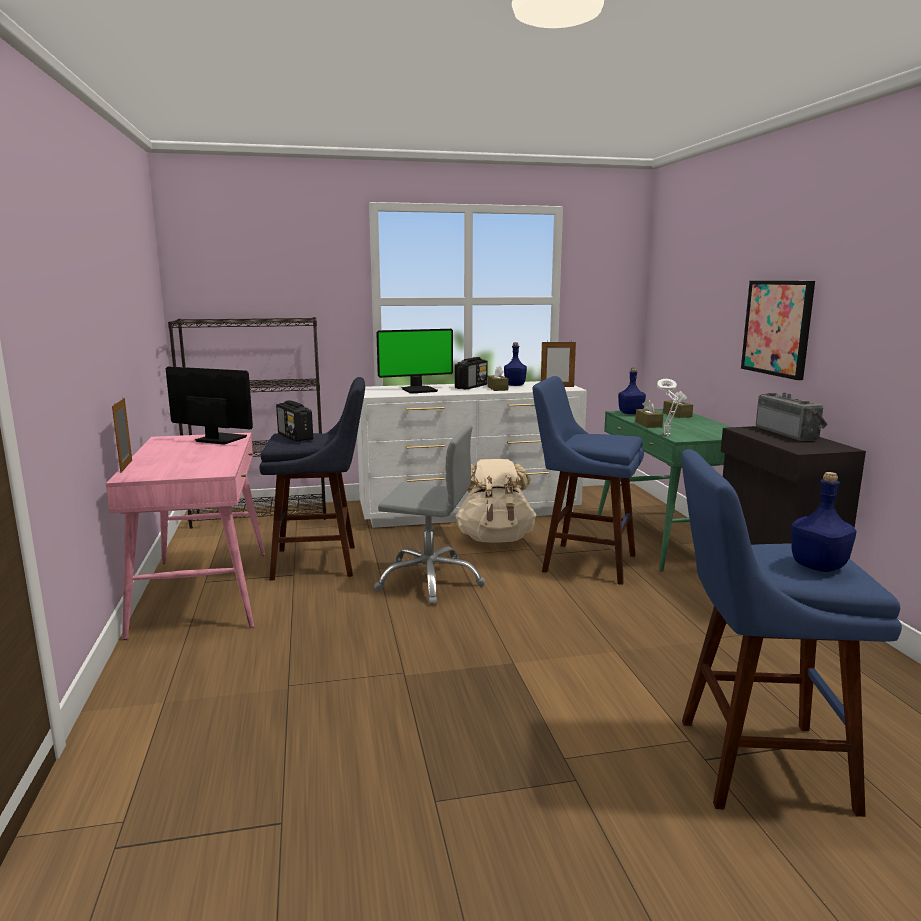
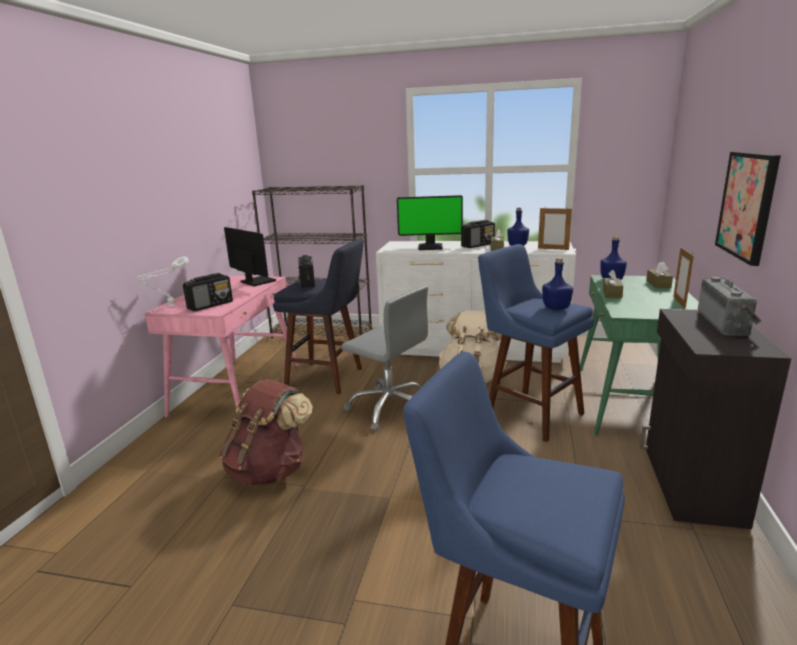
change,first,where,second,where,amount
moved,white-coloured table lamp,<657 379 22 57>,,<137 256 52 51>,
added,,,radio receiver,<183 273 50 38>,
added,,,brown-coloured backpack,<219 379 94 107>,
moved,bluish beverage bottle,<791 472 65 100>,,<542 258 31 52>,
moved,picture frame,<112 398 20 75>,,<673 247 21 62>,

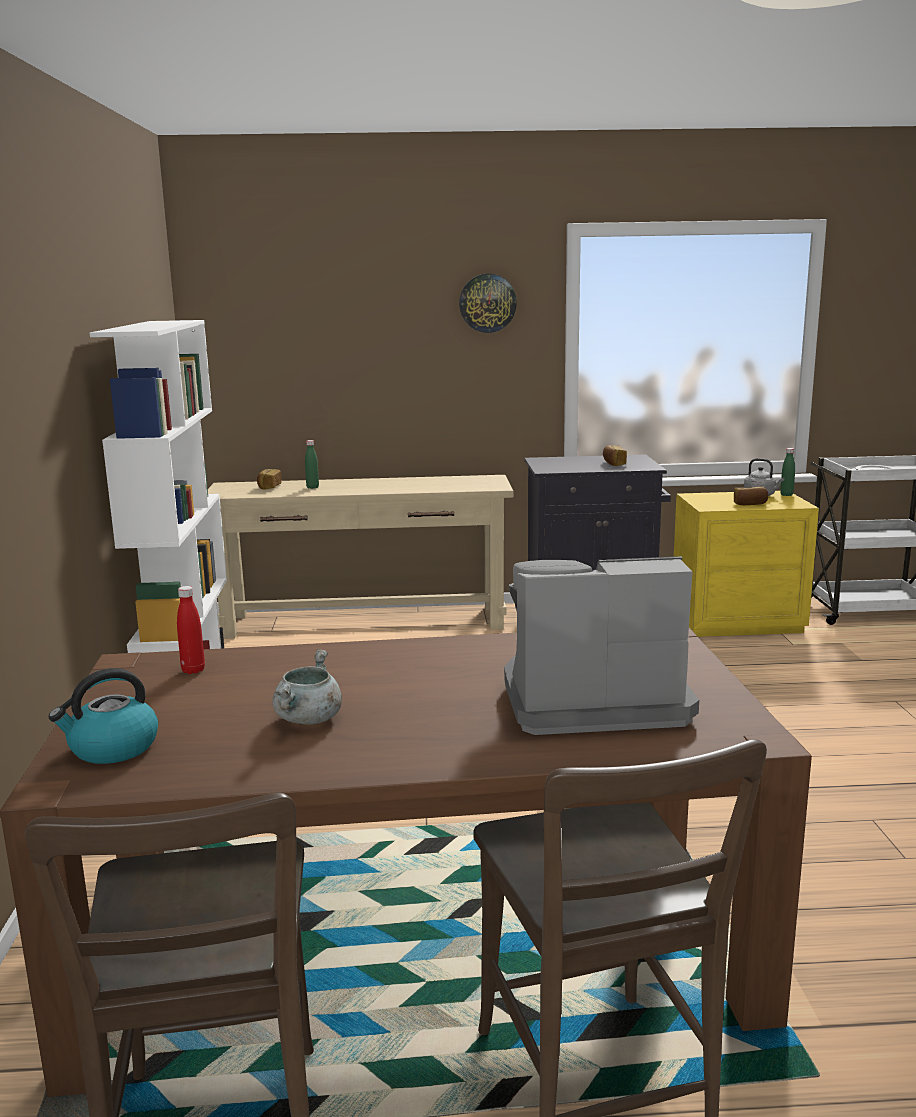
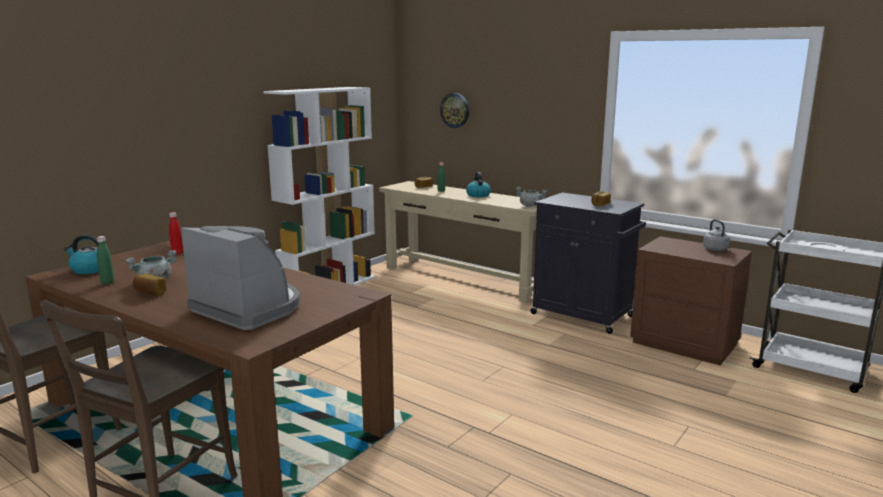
change,first,where,second,where,amount
moved,greenish beverage bottle,<780 448 15 48>,,<97 236 17 48>,
moved,bakery bread,<734 487 34 18>,,<133 273 33 23>,
moved,wall clock,<459 274 58 59>,,<440 93 29 35>,
added,,,water kettle,<466 172 25 25>,
added,,,greyish cooking pot,<516 187 31 20>,
recoloured,yellowish bedside table,<674 491 145 146>,brown-coloured bedside table,<630 236 122 130>,

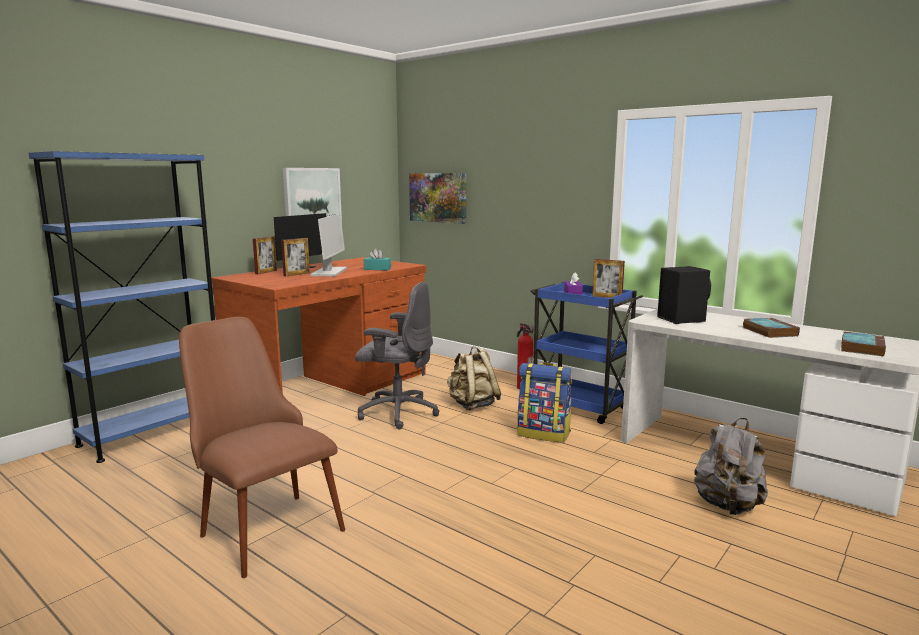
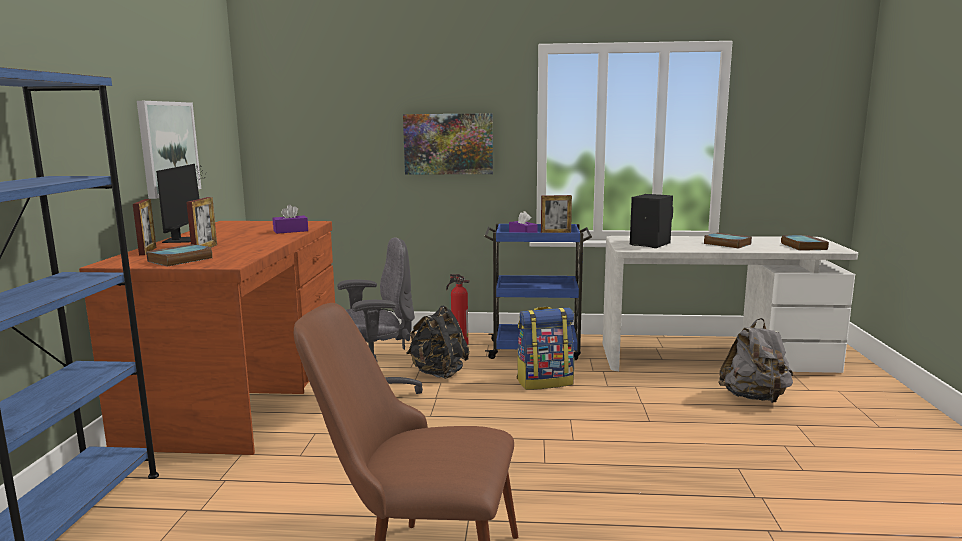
change,first,where,second,where,amount
added,,,volume,<146 244 66 23>,
recoloured,blue-green tissue holder,<364 248 27 22>,purple tissue holder,<273 204 35 30>,
moved,wall picture,<409 173 57 51>,,<403 113 90 61>,
recoloured,beige backpack,<447 347 54 63>,black-coloured backpack,<406 305 64 74>,
removed,monitor,<310 214 37 62>,,,

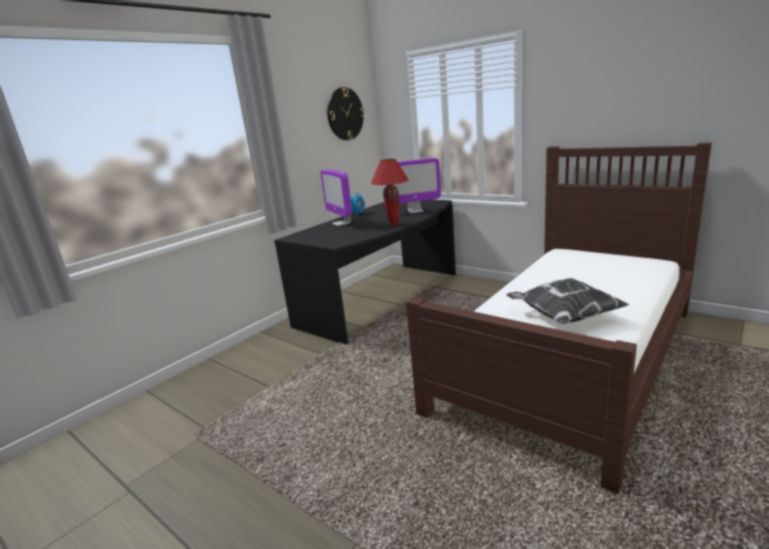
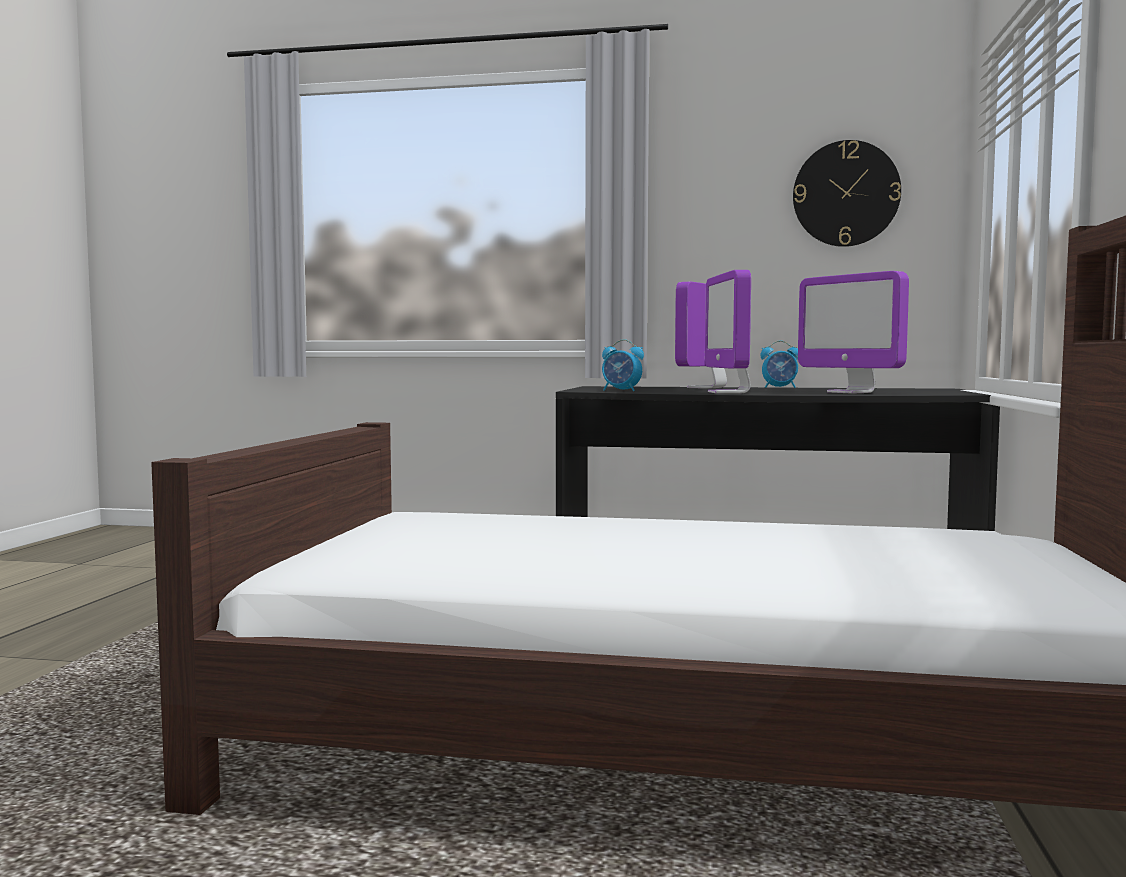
change,first,where,second,where,amount
added,,,bedside clock,<602 339 42 52>,
replaced,red table lamp,<371 159 38 67>,monitor,<705 270 46 124>,
removed,cushion,<506 278 123 46>,,,

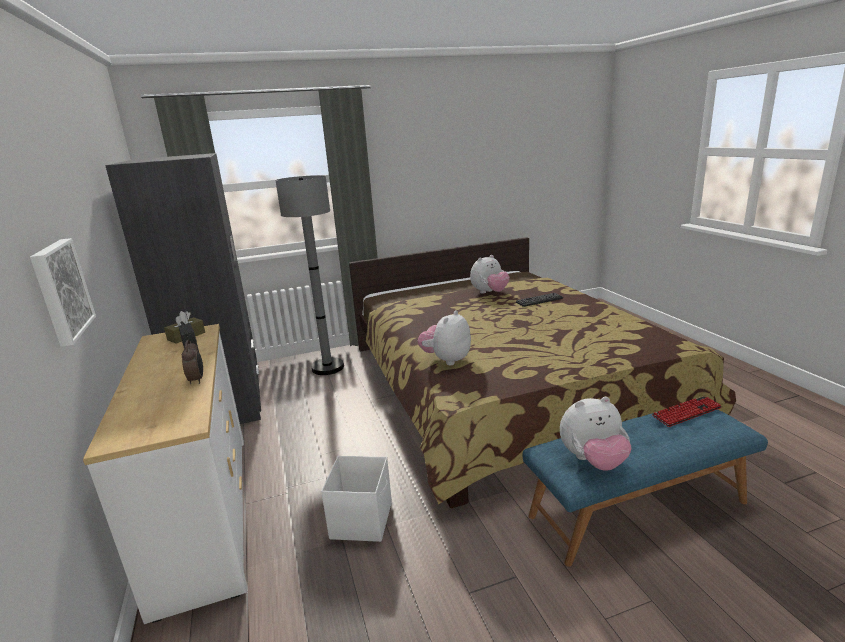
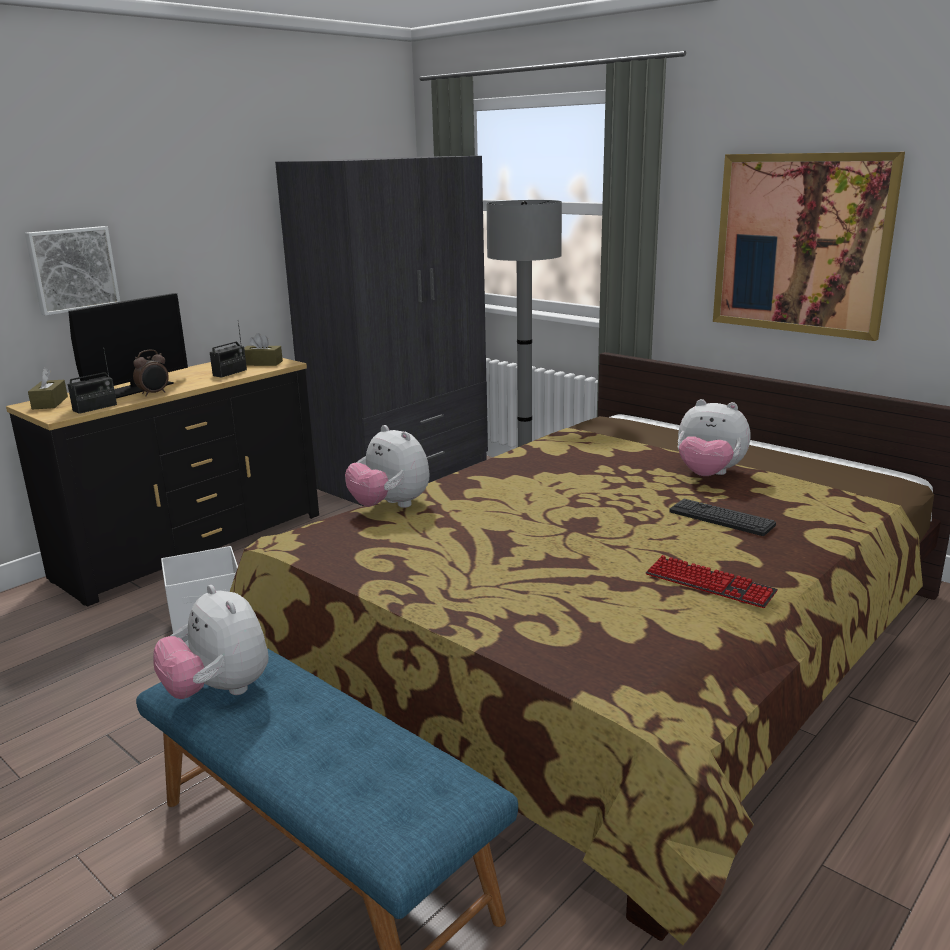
change,first,where,second,where,amount
recoloured,white-coloured drawer chest,<83 324 164 300>,black-coloured drawer chest,<6 358 313 249>,
added,,,brown-coloured tissue holder,<28 368 40 41>,
added,,,monitor,<68 293 120 106>,
added,,,radio receiver,<68 351 49 63>,
turned,cuddly toy,<418 310 53 55>,,<345 425 85 83>,135 degrees counterclockwise
moved,keyboard,<652 396 70 31>,,<646 555 132 53>,
added,,,wall picture,<713 152 192 189>,

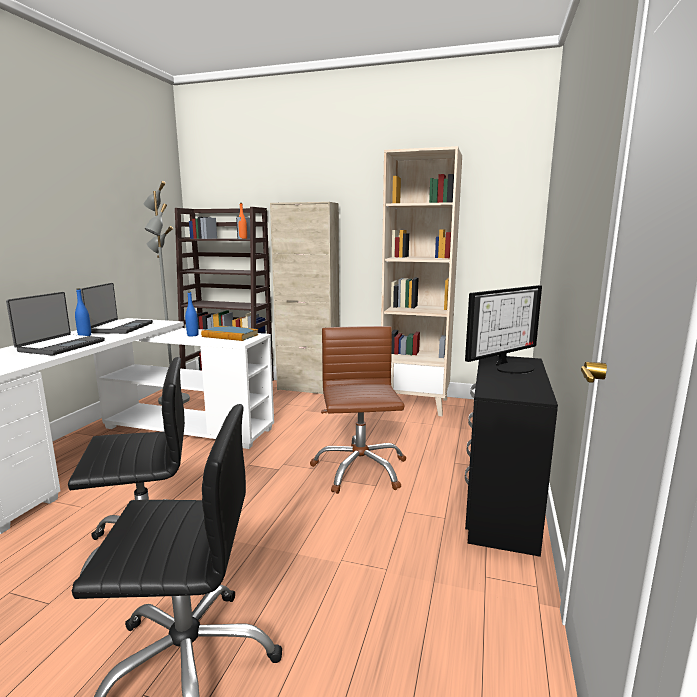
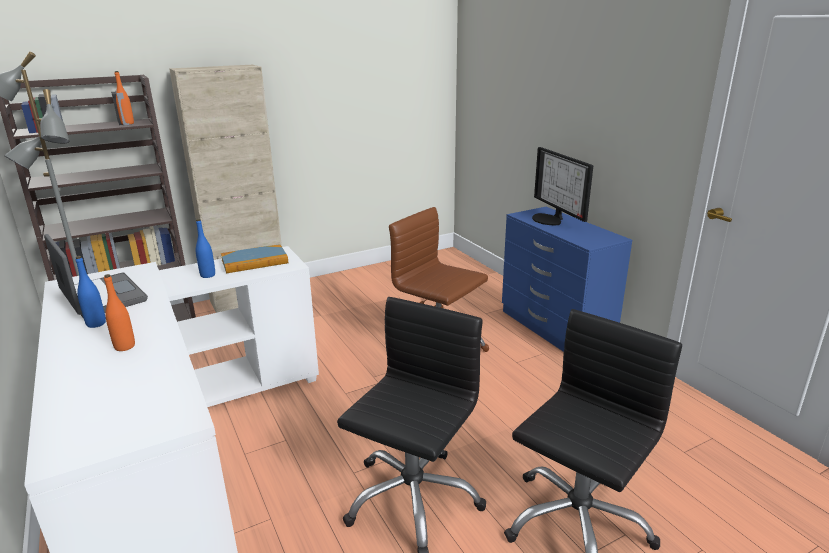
change,first,where,second,where,amount
replaced,notebook computer,<6 292 99 63>,orange beverage bottle,<104 274 31 77>,
recoloured,black-coloured drawer chest,<465 355 93 202>,bluish drawer chest,<502 207 130 145>,
turned,monitor,<465 285 77 89>,,<532 147 61 78>,150 degrees clockwise
removed,beige bookshelf,<381 146 81 270>,,,

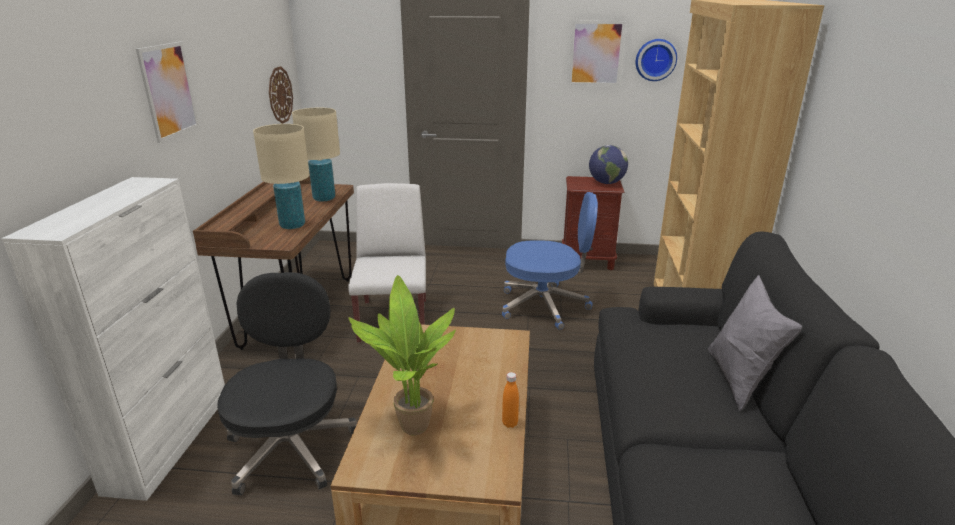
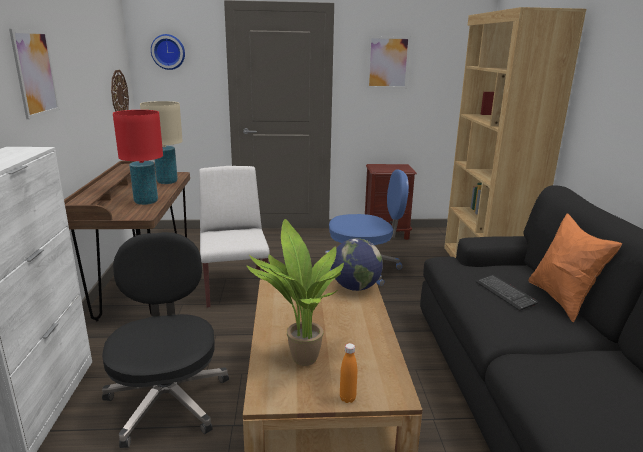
change,first,where,second,where,amount
recoloured,beige table lamp,<253 124 56 105>,red table lamp,<113 110 50 95>,
moved,wall clock,<636 39 41 42>,,<151 34 34 36>,
moved,world globe,<589 145 39 39>,,<331 238 52 53>,
moved,orange beverage bottle,<502 372 17 56>,,<340 343 17 60>,
added,,,keyboard,<475 275 64 36>,
recoloured,greyish cushion,<708 275 94 136>,orange cushion,<528 213 94 109>,

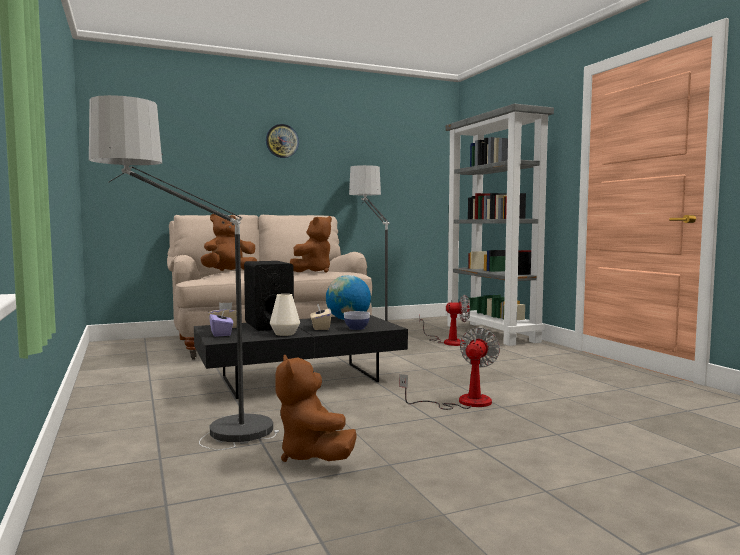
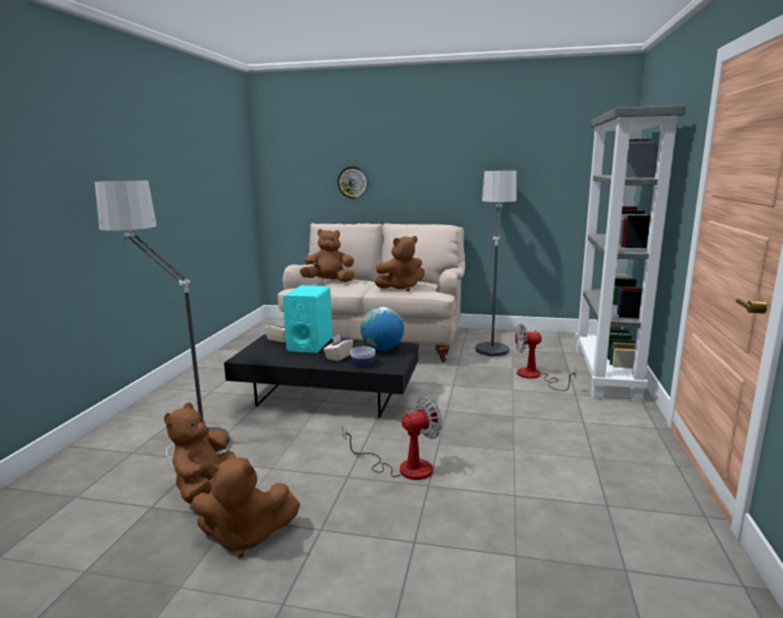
change,first,where,second,where,amount
added,,,brown-coloured cuddly toy,<191 457 109 101>,
recoloured,black-coloured speaker,<244 261 50 70>,blue-green speaker,<283 285 50 68>,
moved,wall clock,<266 124 33 34>,,<337 167 31 32>,
turned,electric fan,<419 295 51 51>,,<515 324 61 67>,150 degrees clockwise
removed,purple tissue holder,<209 309 24 28>,,,
removed,white-coloured vase,<270 294 30 42>,,,

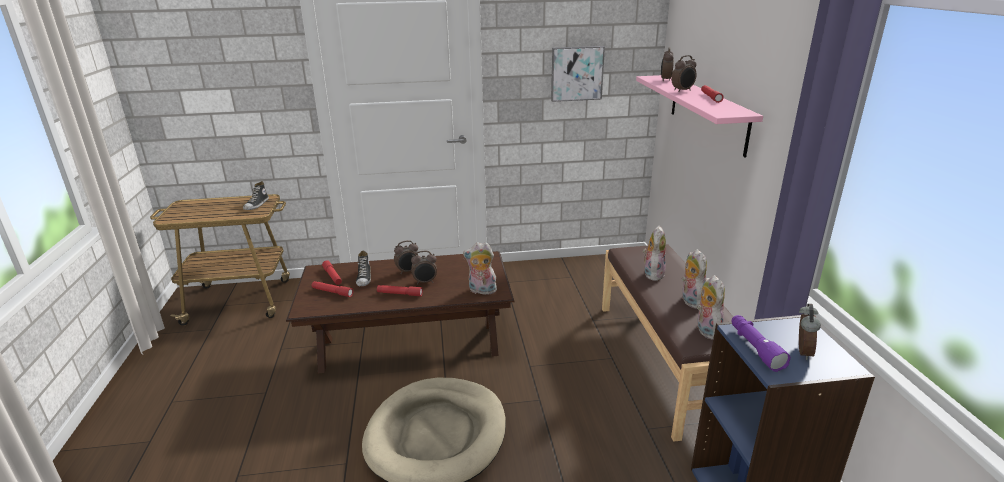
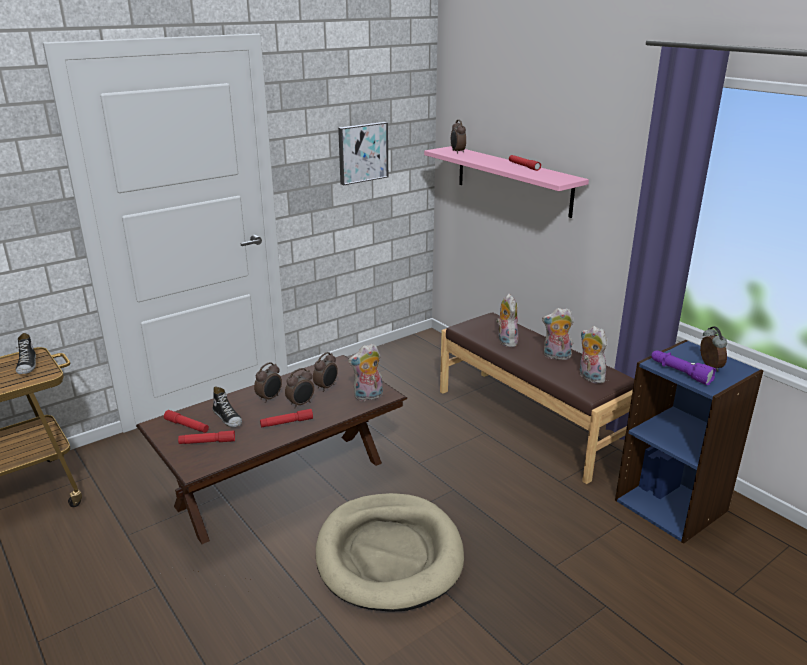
change,first,where,second,where,amount
moved,bedside clock,<671 55 26 37>,,<313 352 25 40>,
turned,cuddly toy,<682 249 25 59>,,<542 308 32 52>,45 degrees counterclockwise

